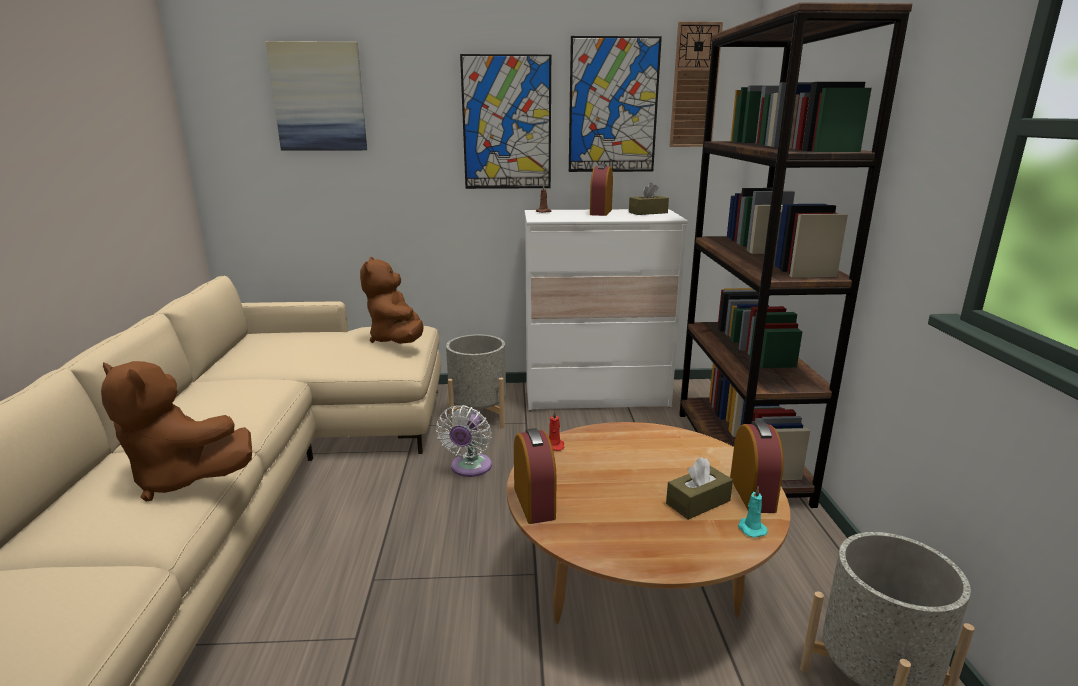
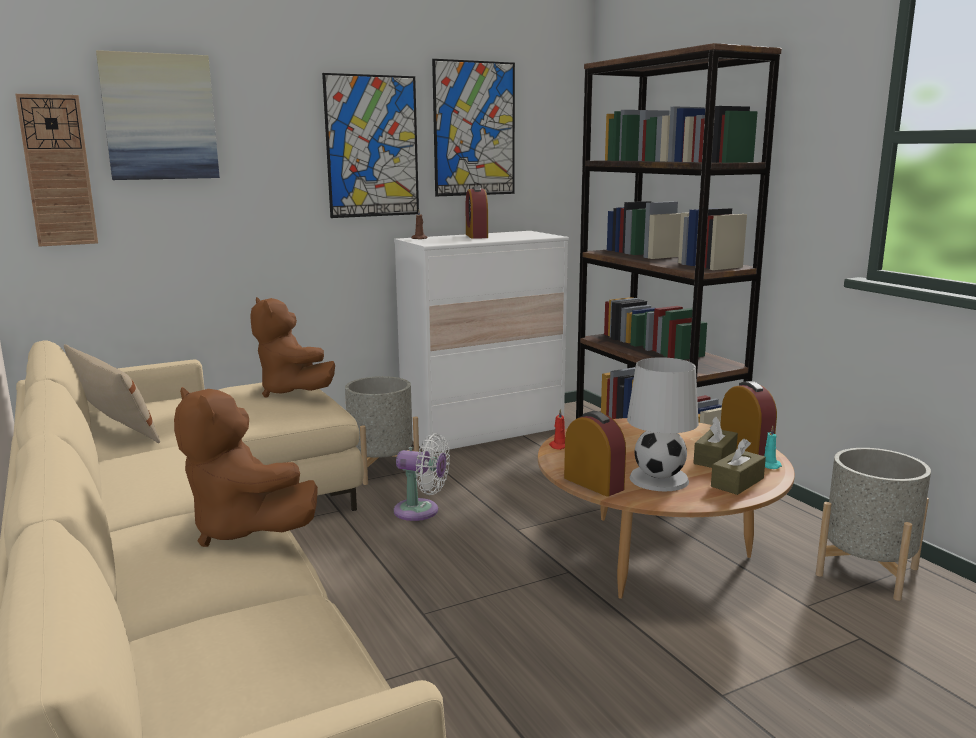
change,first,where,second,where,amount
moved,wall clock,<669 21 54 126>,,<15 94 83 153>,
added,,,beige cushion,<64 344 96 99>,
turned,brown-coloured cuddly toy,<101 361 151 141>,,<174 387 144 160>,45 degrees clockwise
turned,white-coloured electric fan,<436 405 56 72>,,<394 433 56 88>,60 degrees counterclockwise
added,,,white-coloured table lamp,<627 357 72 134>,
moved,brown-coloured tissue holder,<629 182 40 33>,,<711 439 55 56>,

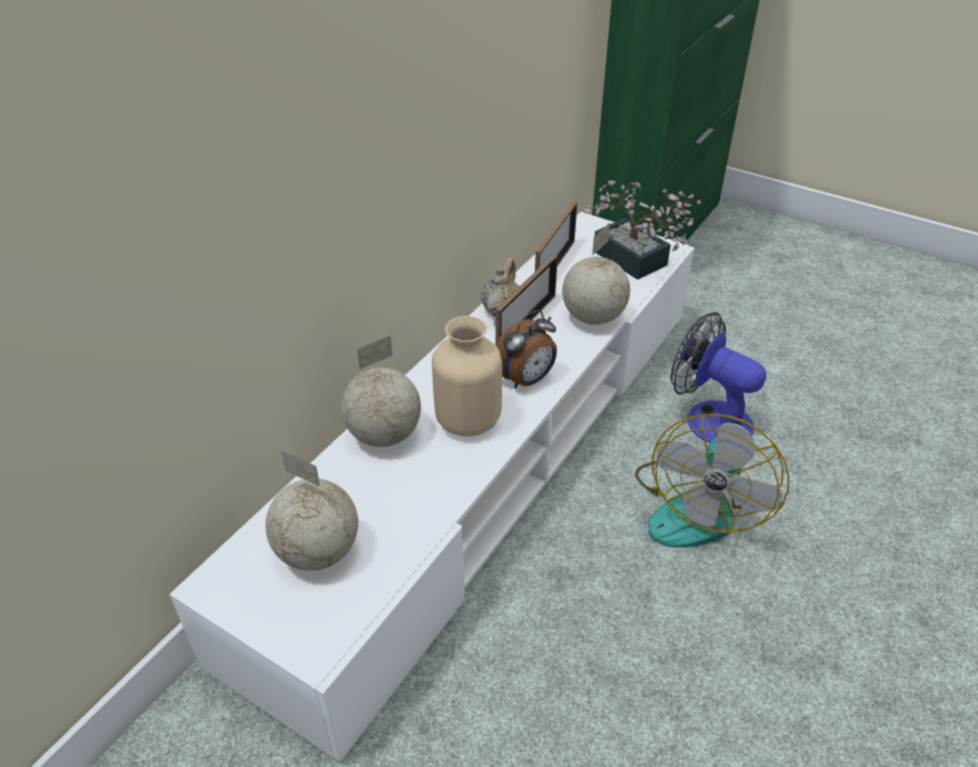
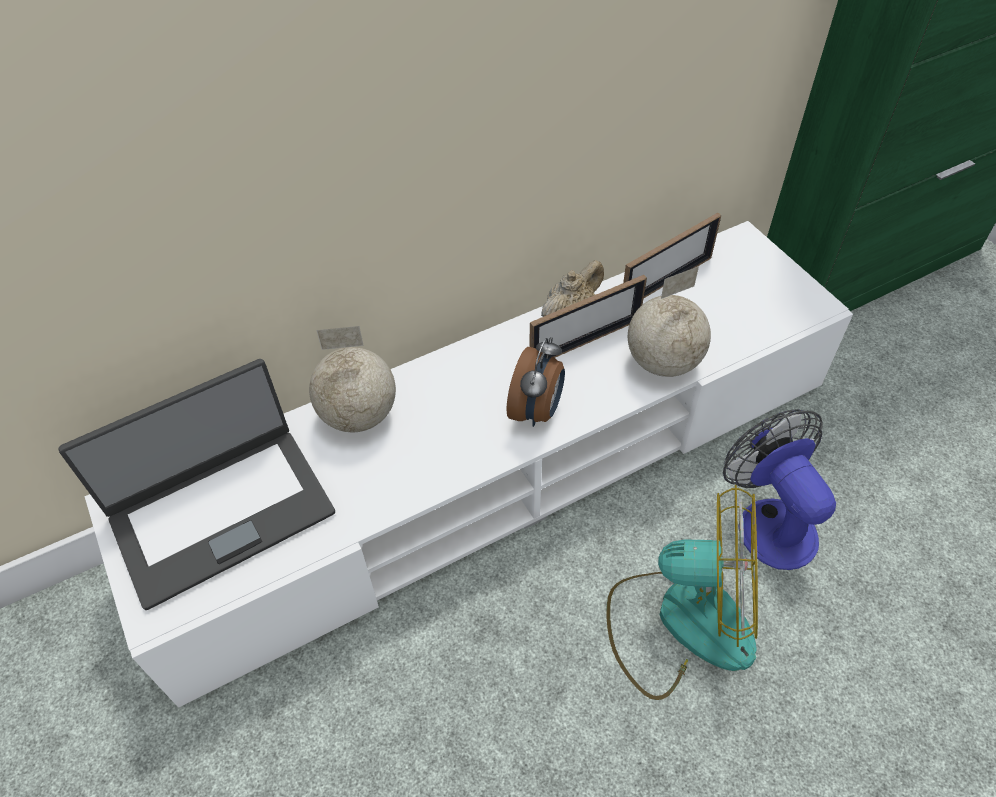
change,first,where,second,where,amount
replaced,world globe,<266 450 92 121>,notebook computer,<58 359 277 251>,
turned,bedside clock,<495 310 62 79>,,<506 337 59 90>,60 degrees counterclockwise
turned,electric fan,<635 414 154 134>,,<606 484 152 216>,135 degrees counterclockwise
removed,beige vase,<432 316 70 121>,,,
removed,plant in a pot,<583 180 118 100>,,,

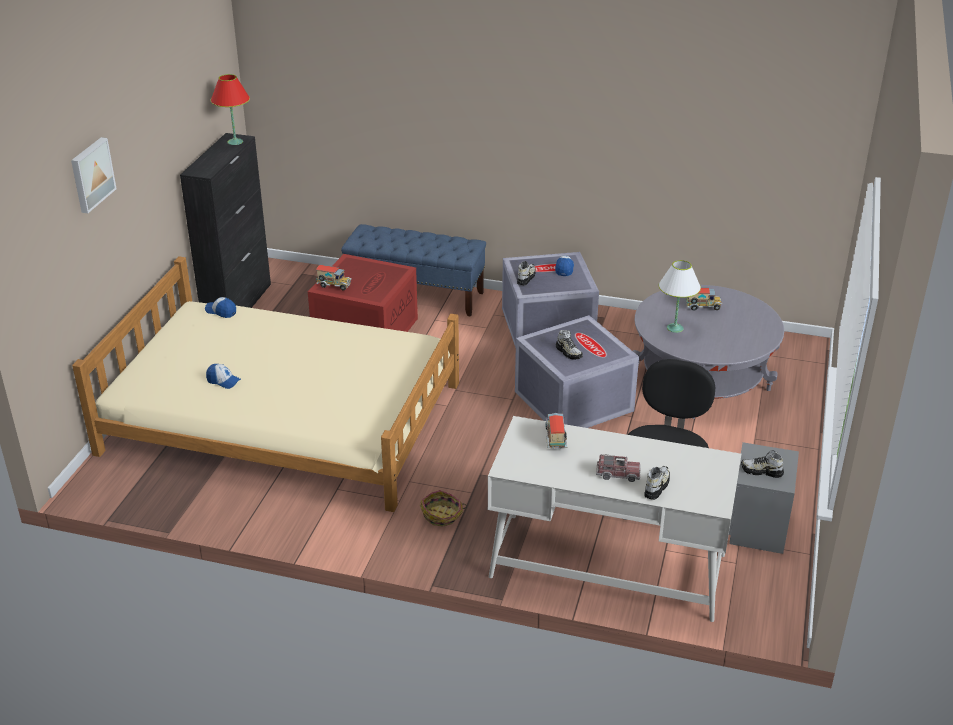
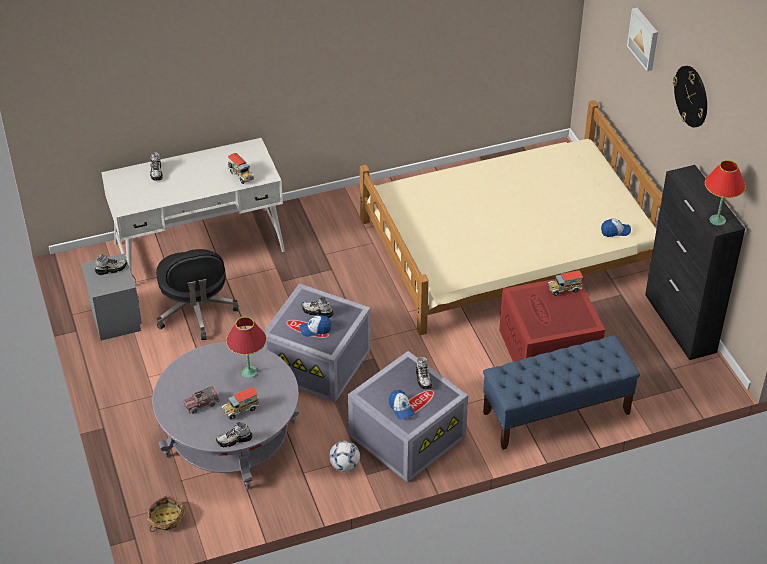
change,first,where,second,where,amount
moved,basket,<420 490 47 37>,,<147 495 39 37>,
moved,toy lorry,<596 454 45 28>,,<183 387 37 27>,
added,,,item of footwear,<216 422 36 25>,
recoloured,white-coloured table lamp,<659 260 42 73>,red table lamp,<226 317 41 61>,
moved,peaked cap,<206 364 35 25>,,<299 315 32 22>,
added,,,ball for football,<329 441 31 31>,
added,,,wall clock,<673 66 34 62>,

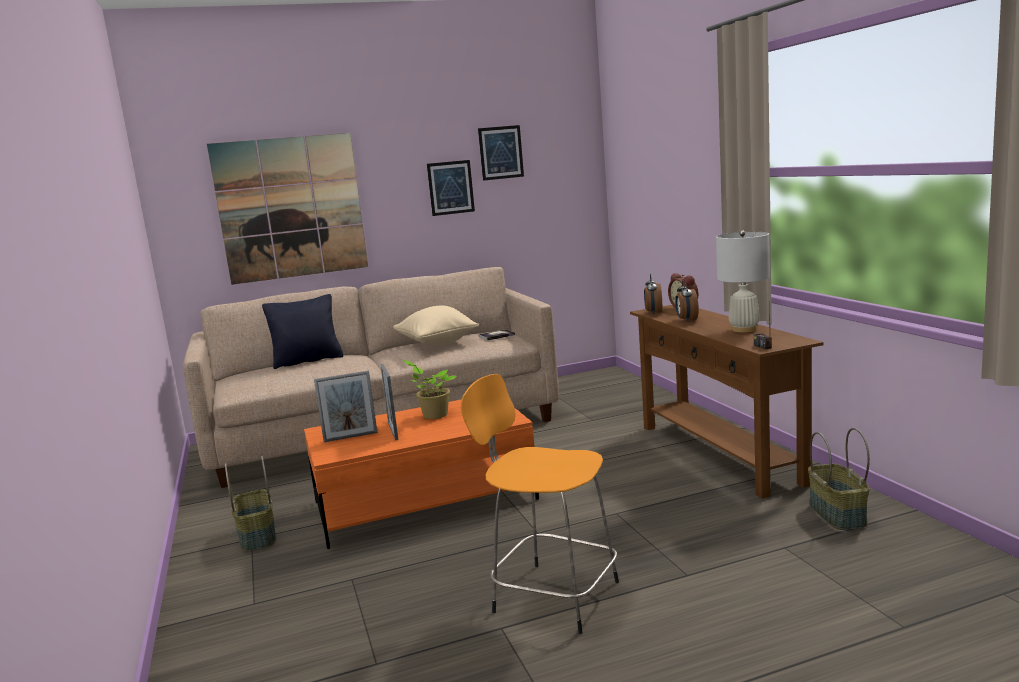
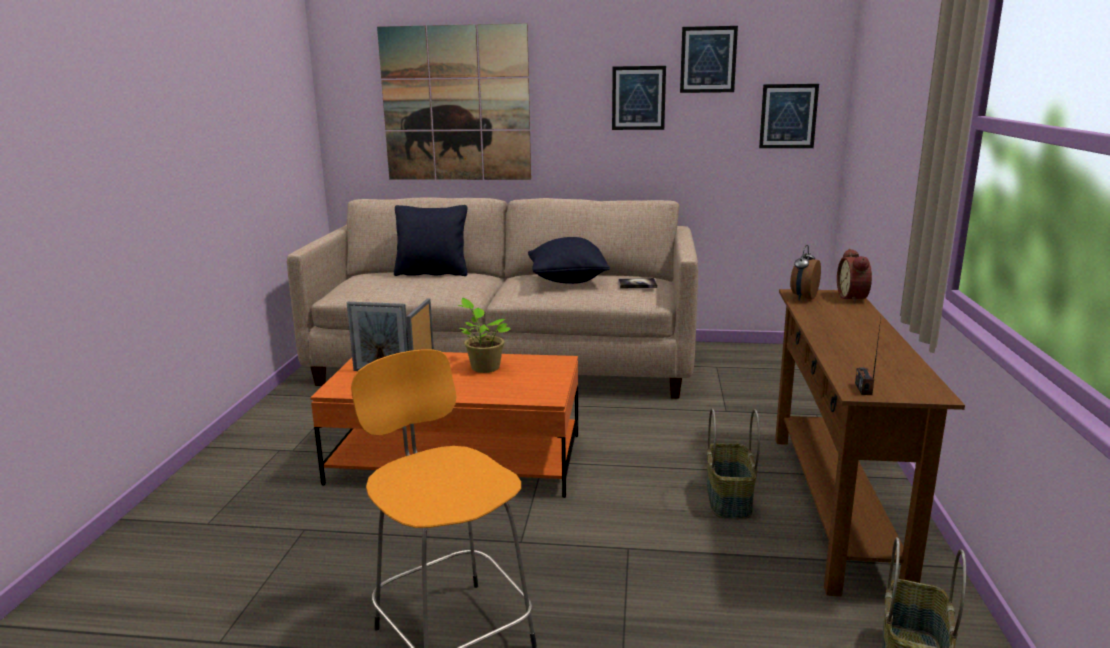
change,first,where,second,where,amount
recoloured,beige cushion,<393 305 86 41>,black-coloured cushion,<528 237 82 47>,
moved,basket,<225 456 51 95>,,<707 408 53 111>,
added,,,wall picture,<759 84 60 64>,
removed,bedside clock,<675 279 24 43>,,,
removed,white-coloured table lamp,<716 230 54 103>,,,

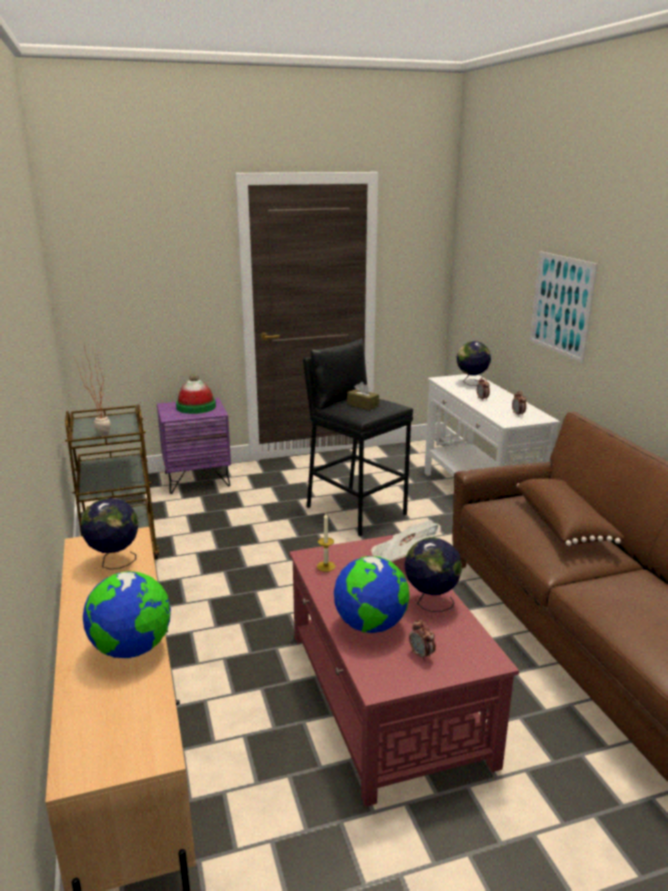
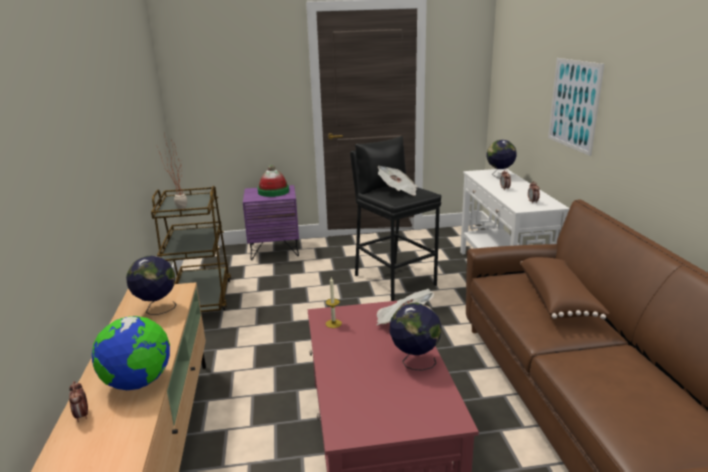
change,first,where,second,where,amount
moved,bedside clock,<409 620 27 41>,,<69 381 19 41>,
replaced,brown-coloured tissue holder,<347 382 32 28>,daily paper,<378 166 39 29>,
removed,world globe,<334 556 76 77>,,,

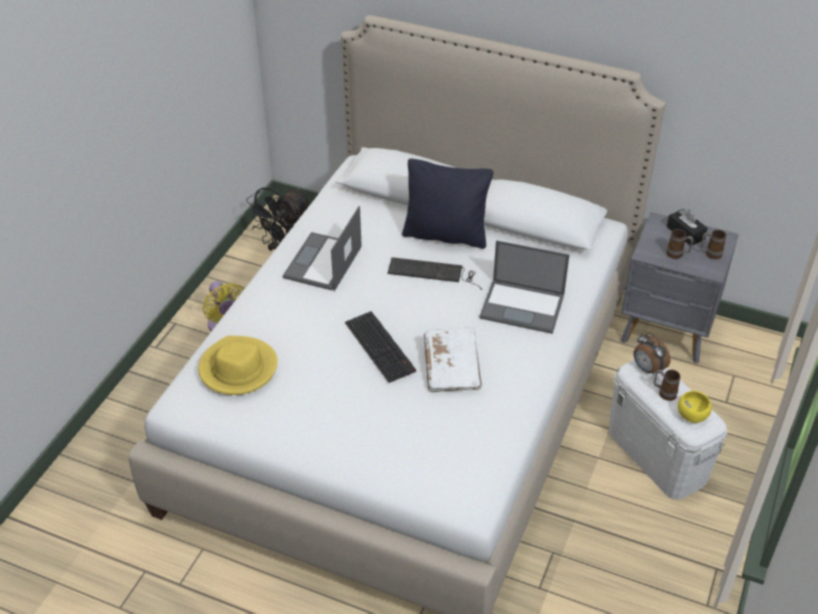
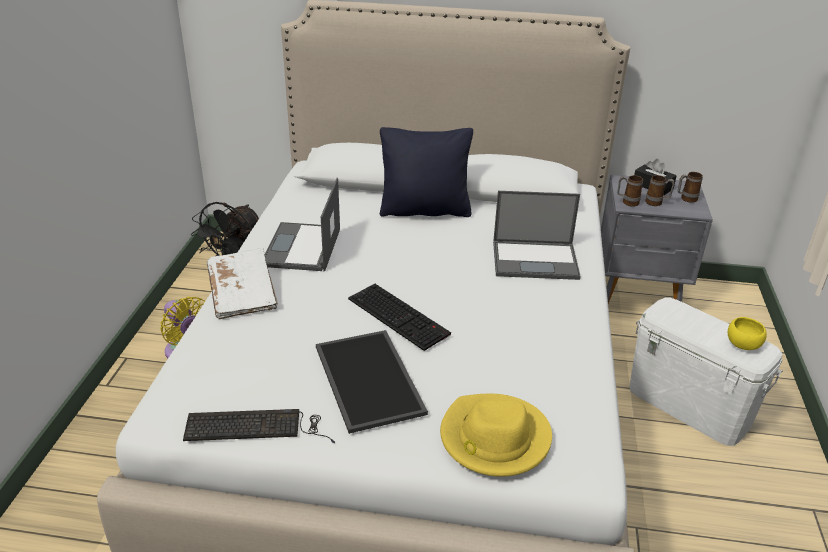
change,first,where,second,where,amount
moved,keyboard,<387 257 95 33>,,<183 409 152 34>,
moved,white-coloured volume,<424 327 58 65>,,<207 248 71 71>,
added,,,carrying tray,<316 330 112 104>,
moved,yellowish hat,<198 336 80 59>,,<440 393 112 84>,
moved,coffee mug,<654 370 26 31>,,<617 175 26 32>,
removed,bedside clock,<633 333 38 42>,,,

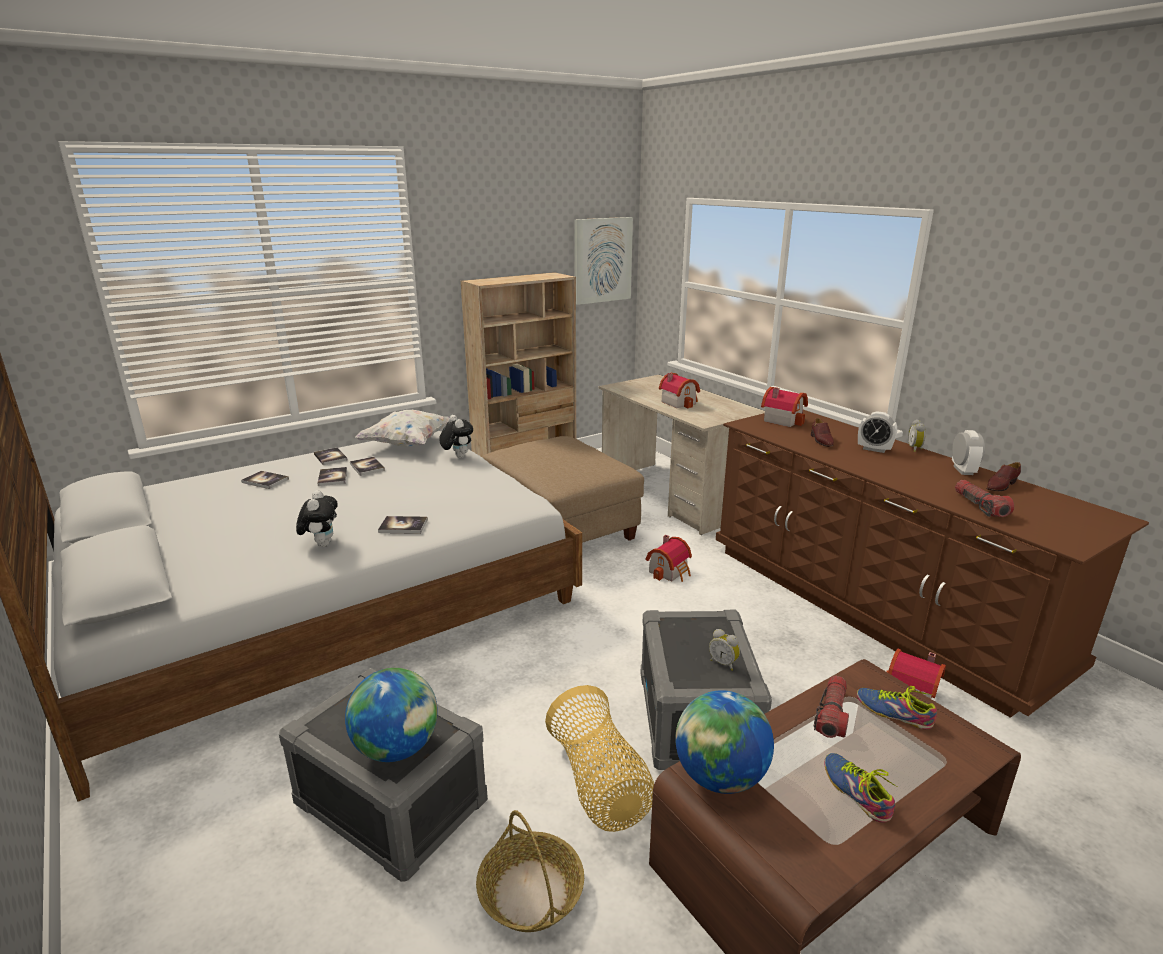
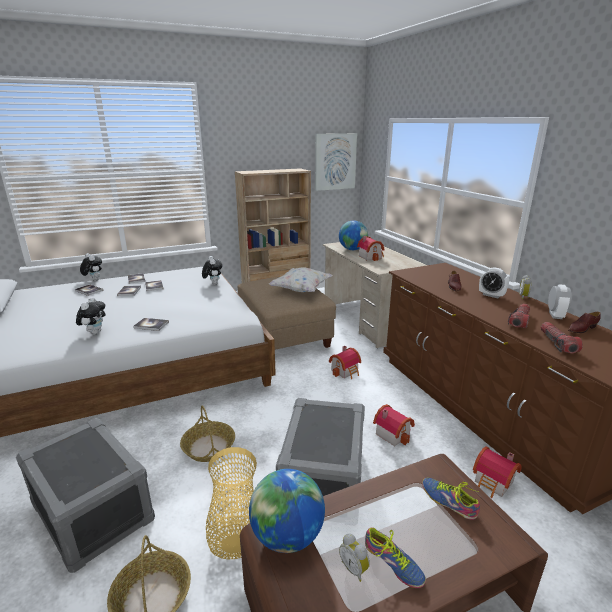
change,first,where,second,where,amount
added,,,cuddly toy,<80 253 22 28>,
added,,,basket,<180 405 55 57>,
moved,white-coloured cushion,<355 410 95 37>,,<269 268 64 24>,
moved,world globe,<345 668 93 94>,,<339 220 29 30>,
moved,bedside clock,<709 629 31 42>,,<339 533 31 49>,
turned,item of footwear,<824 753 74 70>,,<365 527 61 61>,150 degrees clockwise
moved,model house,<761 387 47 40>,,<373 404 42 42>,
moved,flashlight,<814 676 35 62>,,<508 304 22 24>,

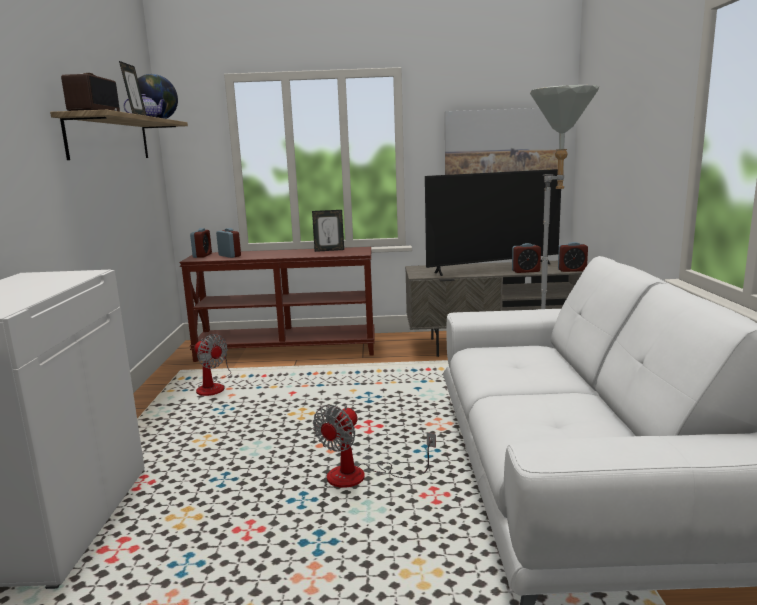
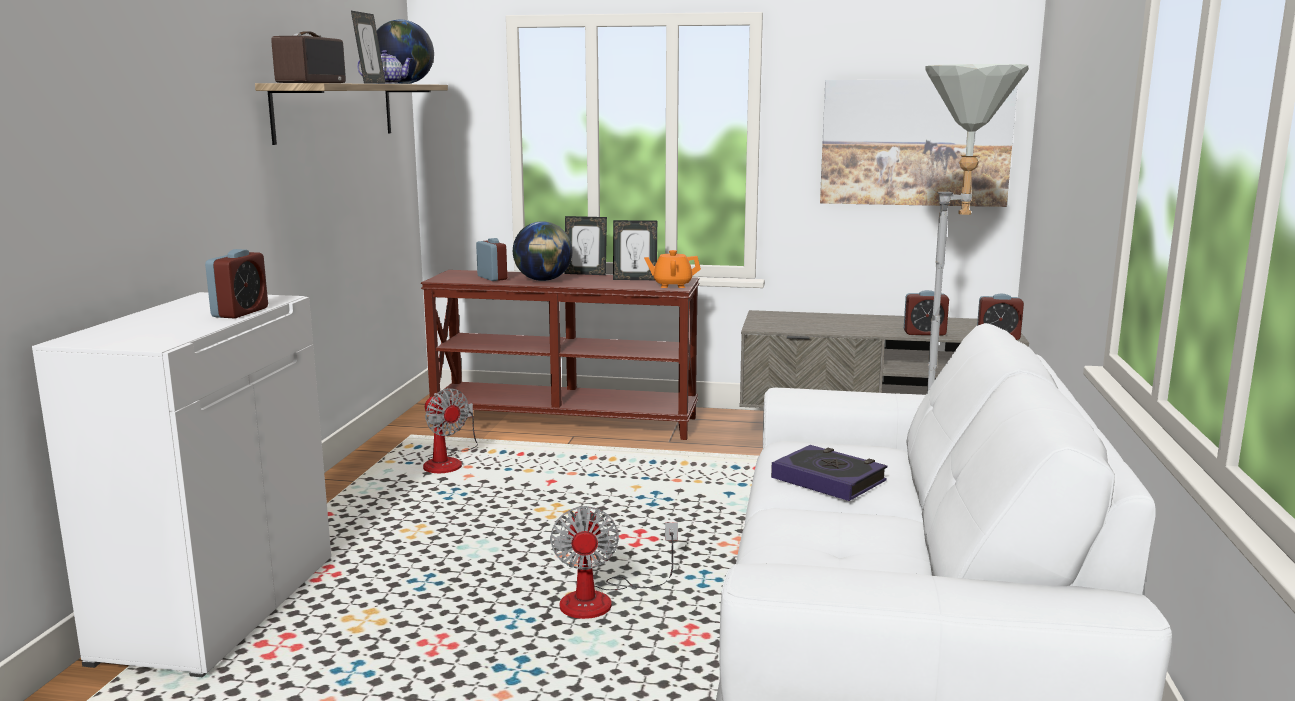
change,first,where,second,where,amount
moved,bedside clock,<190 228 22 30>,,<205 249 63 70>,
added,,,world globe,<513 221 59 60>,
turned,electric fan,<313 405 123 83>,,<550 506 128 113>,45 degrees counterclockwise
added,,,picture frame,<564 216 43 59>,
added,,,orange teapot,<644 250 57 38>,
added,,,volume,<771 445 116 56>,
removed,TV set,<425 169 136 107>,,,

